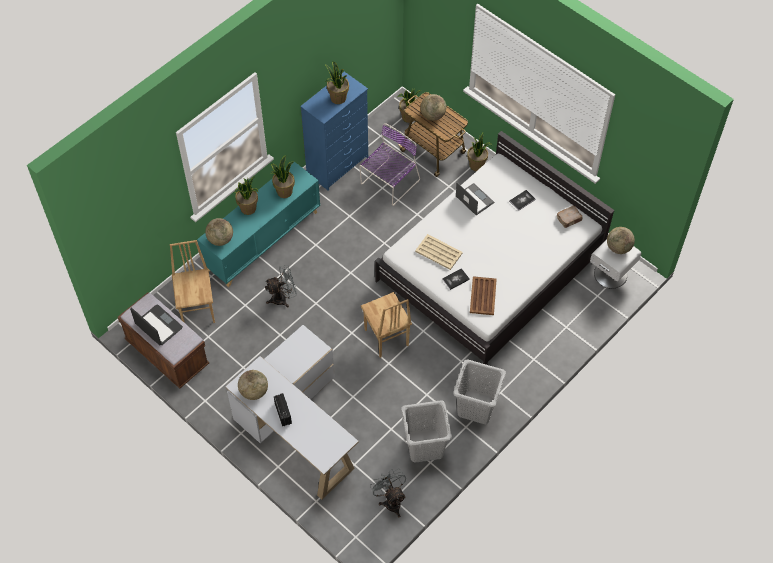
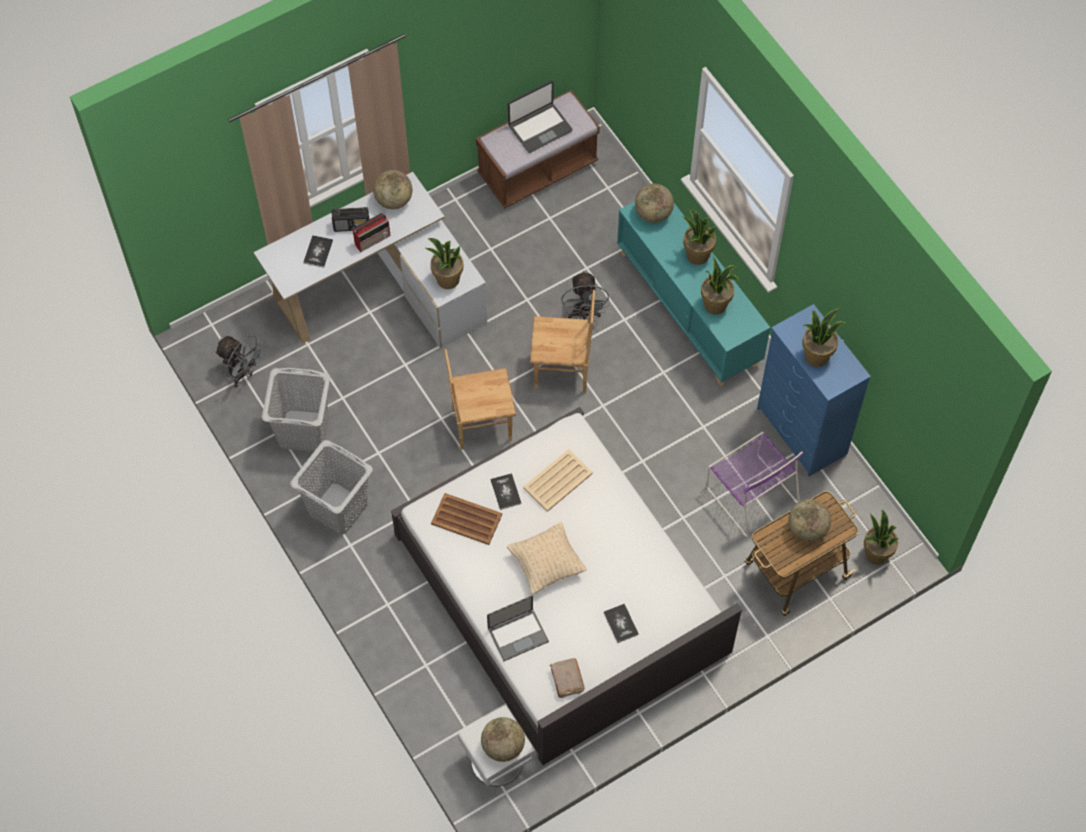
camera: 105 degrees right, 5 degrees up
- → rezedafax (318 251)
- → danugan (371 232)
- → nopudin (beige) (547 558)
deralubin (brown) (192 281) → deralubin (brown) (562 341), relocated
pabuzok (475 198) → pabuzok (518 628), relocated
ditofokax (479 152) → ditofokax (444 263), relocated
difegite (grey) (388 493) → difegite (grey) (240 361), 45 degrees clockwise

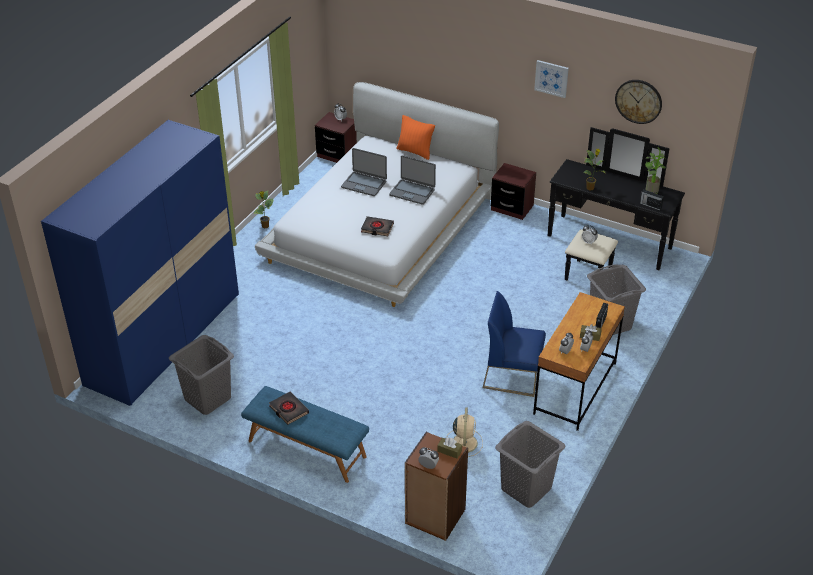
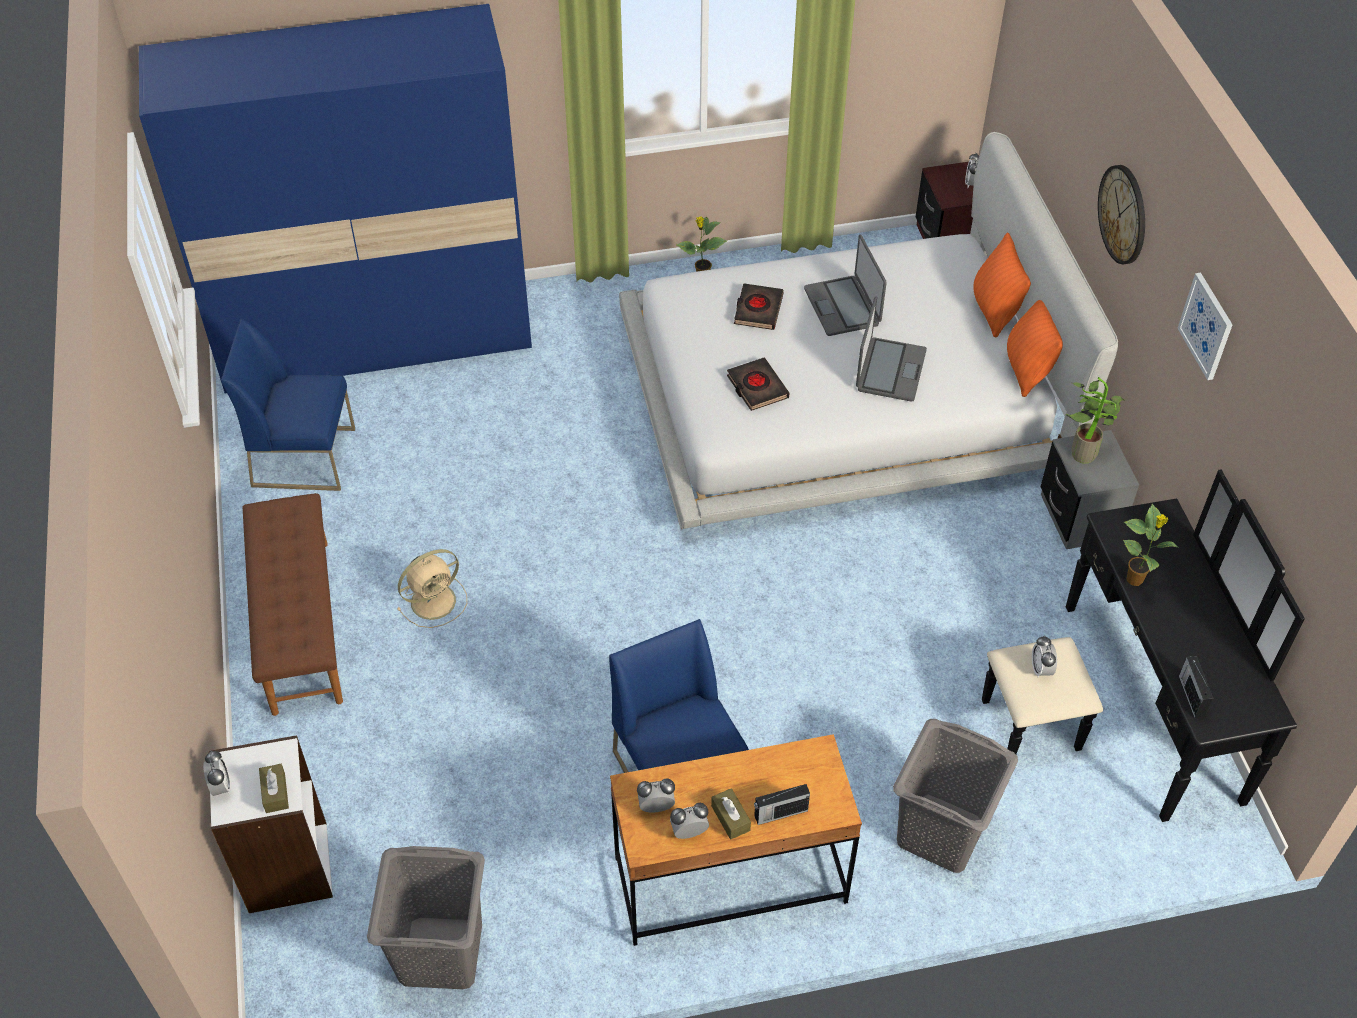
camera: 50 degrees right, 10 degrees up
- → nopudin (orange) (1035 348)
rezedafax (black) (289 408) → rezedafax (black) (759 306), relocated
difegite (beige) (464 432) → difegite (beige) (432 588), relocated
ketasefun (638 102) → ketasefun (1121 214), relocated
ditofokax (655 171) → ditofokax (1095 420), relocated
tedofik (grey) (201 375) → deralubin (blue) (288 405)
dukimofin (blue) (305 434) → dukimofin (brown) (293 604)
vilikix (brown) (436 486) → vilikix (white) (270 824)
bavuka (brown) (513 191) → bavuka (grey) (1090 489)
pabuzok (412 180) → pabuzok (891 349), 150 degrees counterclockwise

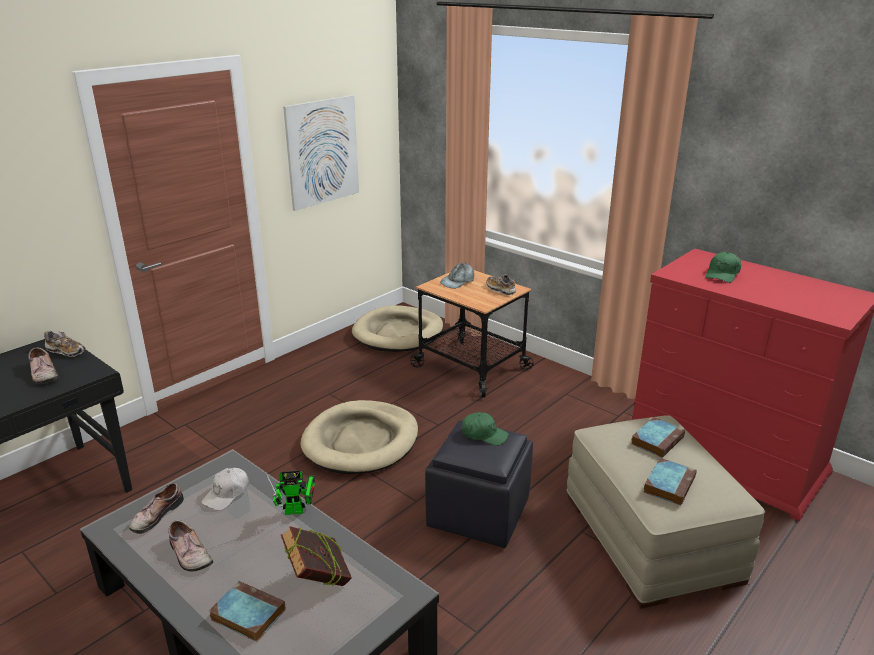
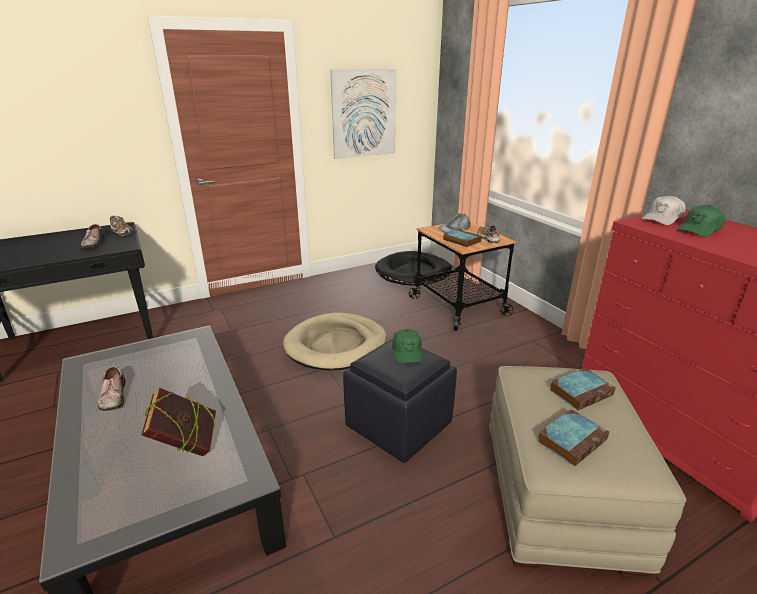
camera: 20 degrees right, 0 degrees up
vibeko (156 508) → -
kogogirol (290 493) → -
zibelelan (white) (225 489) → zibelelan (white) (664 210), relocated
rezedafax (247 611) → rezedafax (462 238), relocated
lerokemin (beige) (397 328) → lerokemin (black) (413 268)
zibelelan (green) (485 429) → zibelelan (green) (407 346), 45 degrees clockwise

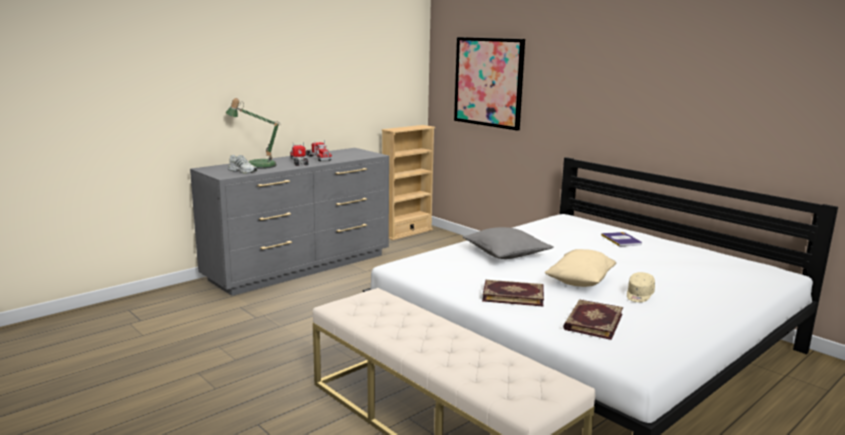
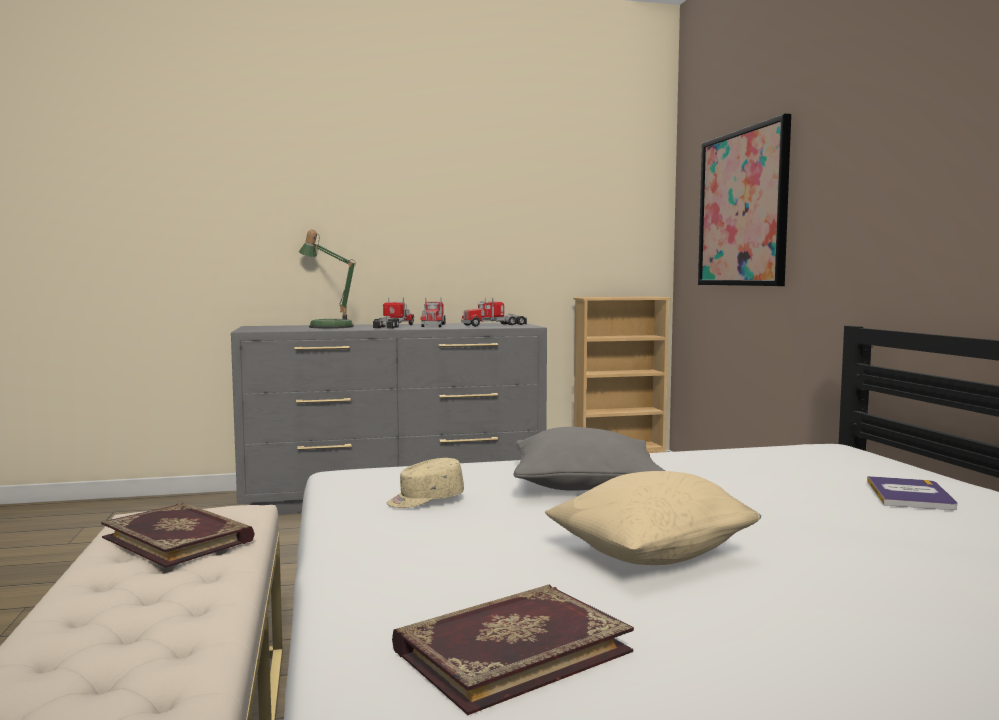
camera: 30 degrees right, 10 degrees down
vibeko (white) (242 164) → -
- → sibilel (494 312)
rezedafax (513 293) → rezedafax (178 535), relocated
zibelelan (beige) (641 287) → zibelelan (beige) (425 483), relocated

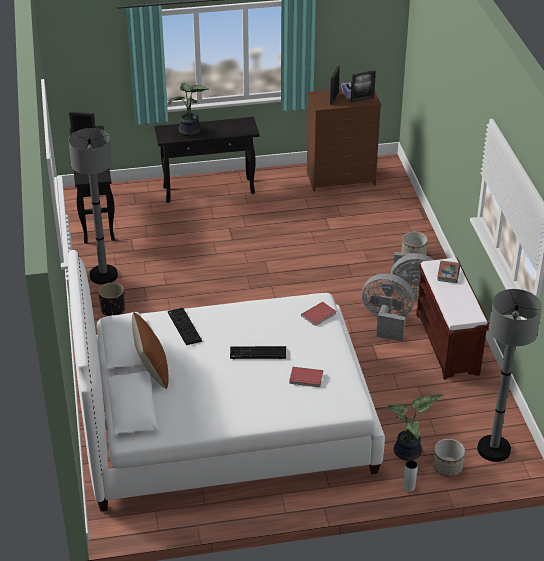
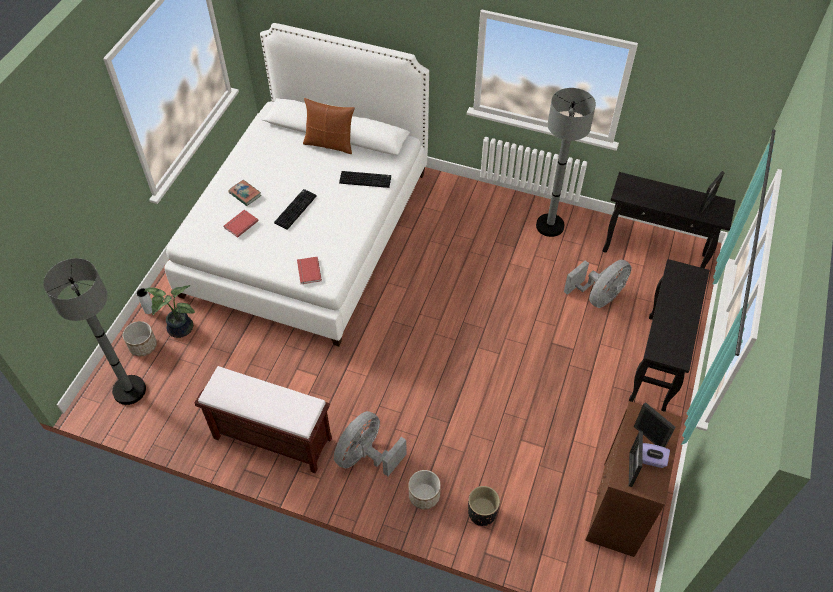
camera: 120 degrees right, 15 degrees up
ditofokax (188 109) → -
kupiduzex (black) (111 299) → kupiduzex (black) (484 506), relocated
difegite (grey) (388 307) → difegite (grey) (598 284), relocated
rezedafax (448 271) → rezedafax (244 193), relocated

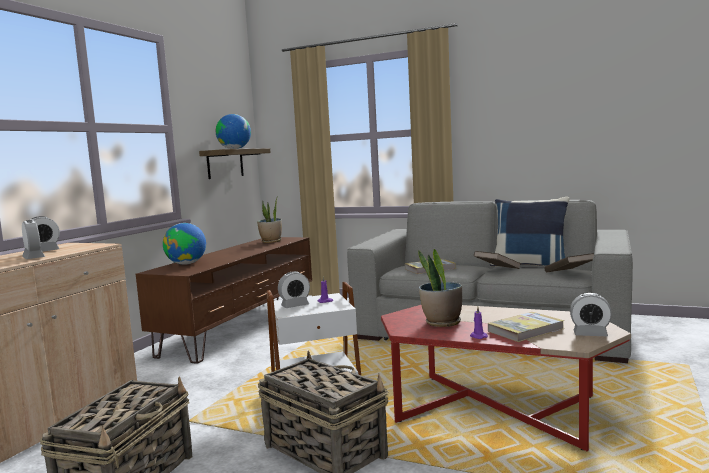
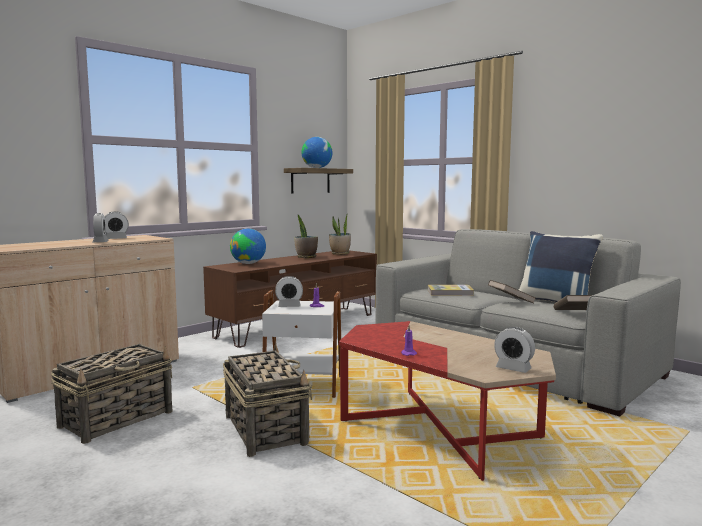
camera: 20 degrees right, 0 degrees up
rezedafax (526 327) → -
ditofokax (440 288) → ditofokax (306 236), relocated

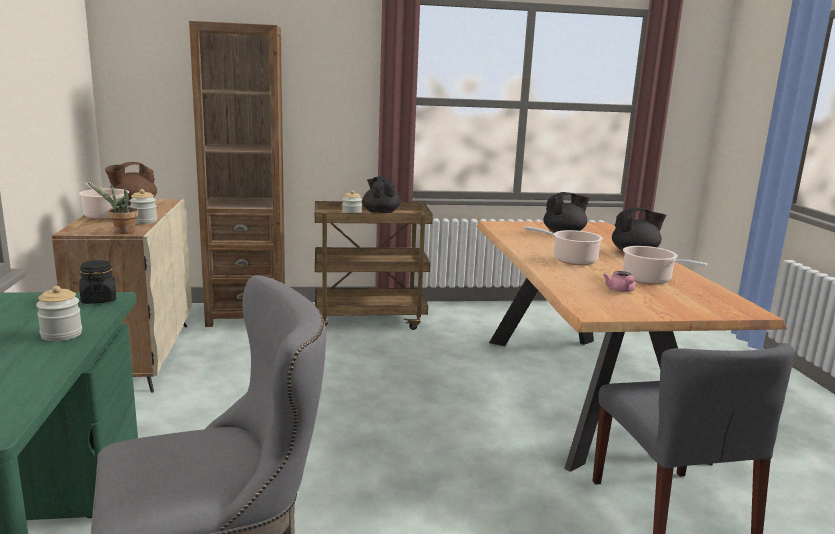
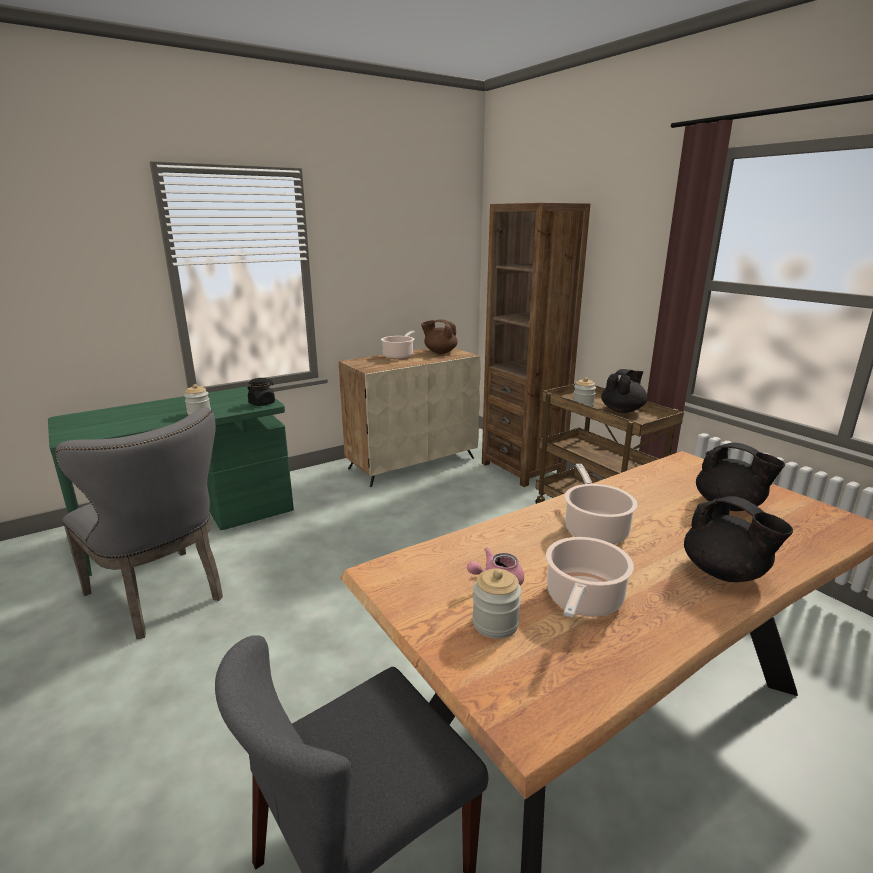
camera: 65 degrees right, 5 degrees up
ditofokax (112 208) → -
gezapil (143 206) → gezapil (496 603), relocated

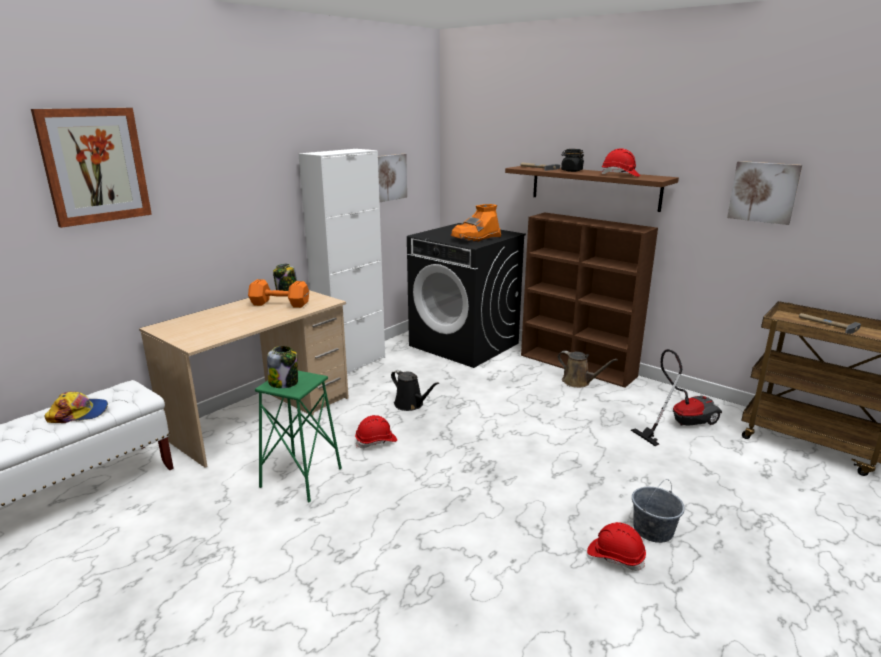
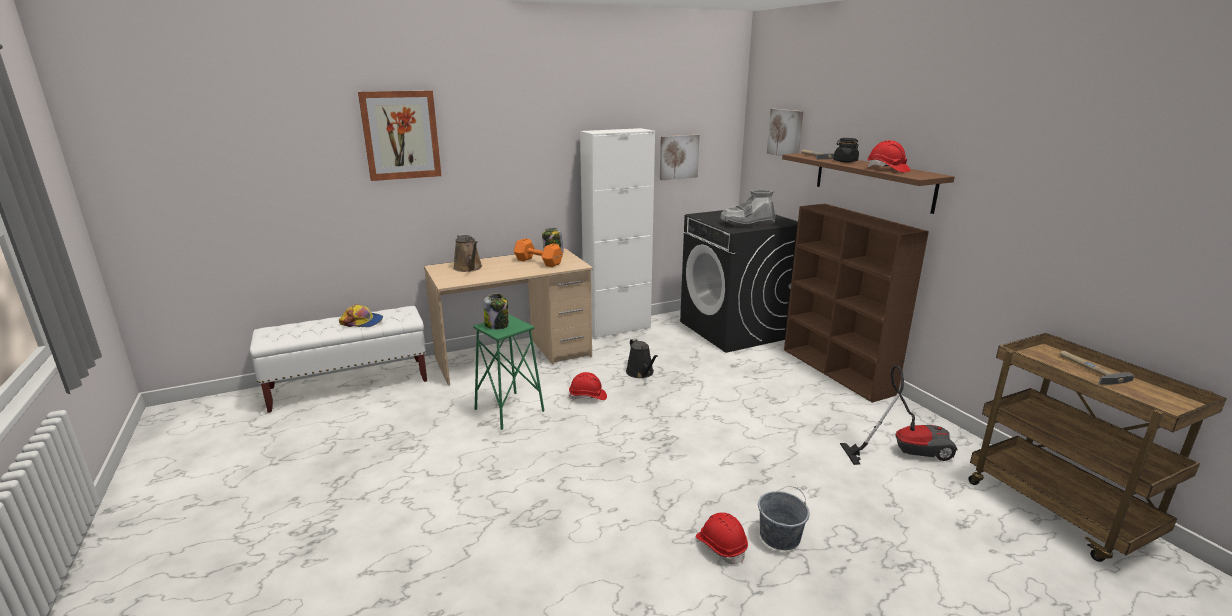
camera: 25 degrees right, 0 degrees up
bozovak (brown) (588 369) → bozovak (brown) (467 253), relocated
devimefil (764 193) → devimefil (785 132), relocated
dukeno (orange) (476 223) → dukeno (grey) (748 208)

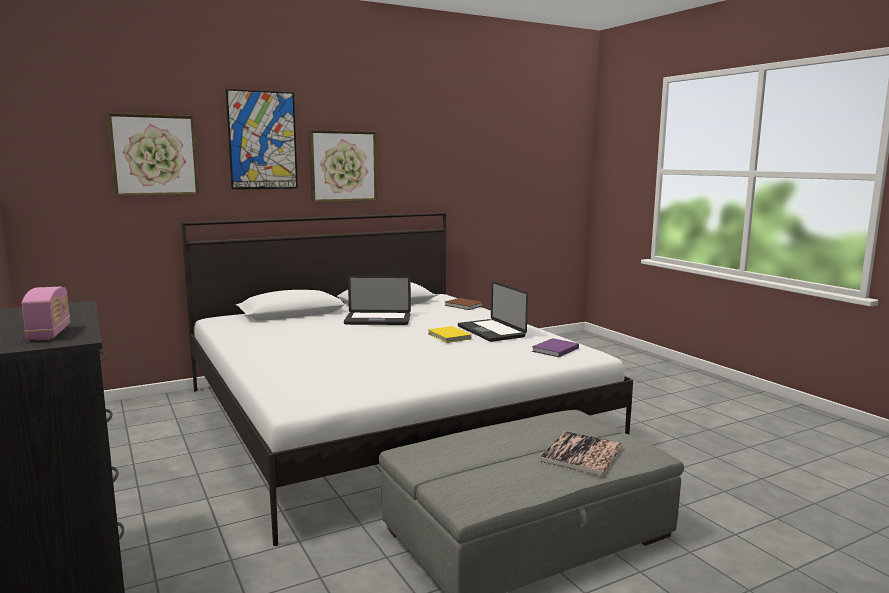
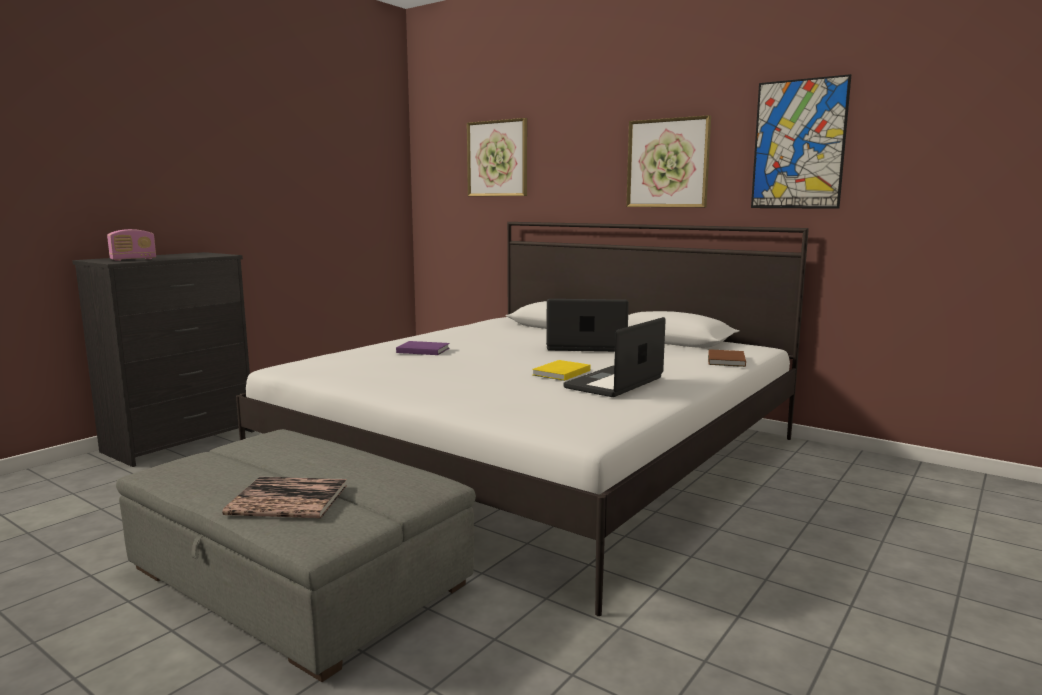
camera: 65 degrees right, 0 degrees up
devimefil (262 139) → devimefil (801 141), relocated
rezedafax (purple) (555 347) → rezedafax (purple) (423 348), relocated
pabuzok (377 300) → pabuzok (587 325), 120 degrees clockwise

